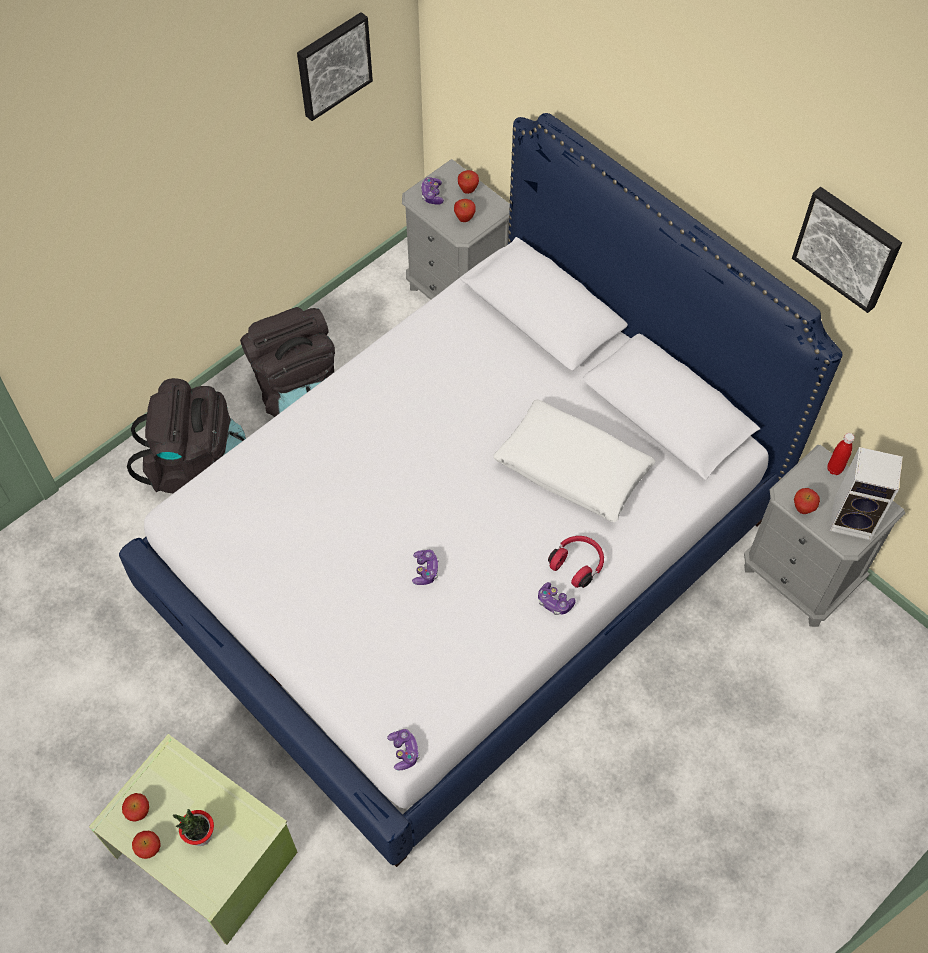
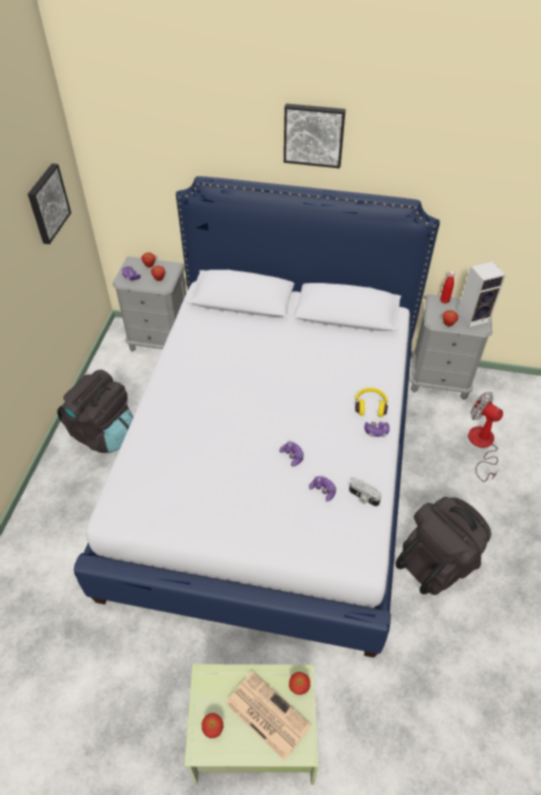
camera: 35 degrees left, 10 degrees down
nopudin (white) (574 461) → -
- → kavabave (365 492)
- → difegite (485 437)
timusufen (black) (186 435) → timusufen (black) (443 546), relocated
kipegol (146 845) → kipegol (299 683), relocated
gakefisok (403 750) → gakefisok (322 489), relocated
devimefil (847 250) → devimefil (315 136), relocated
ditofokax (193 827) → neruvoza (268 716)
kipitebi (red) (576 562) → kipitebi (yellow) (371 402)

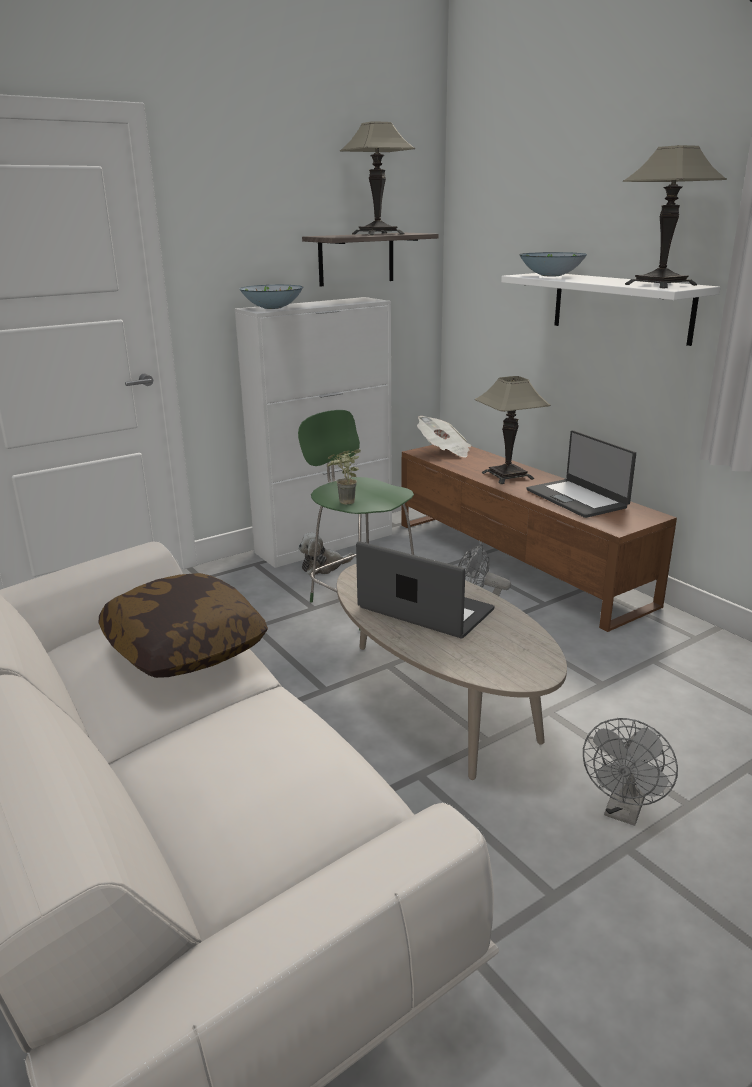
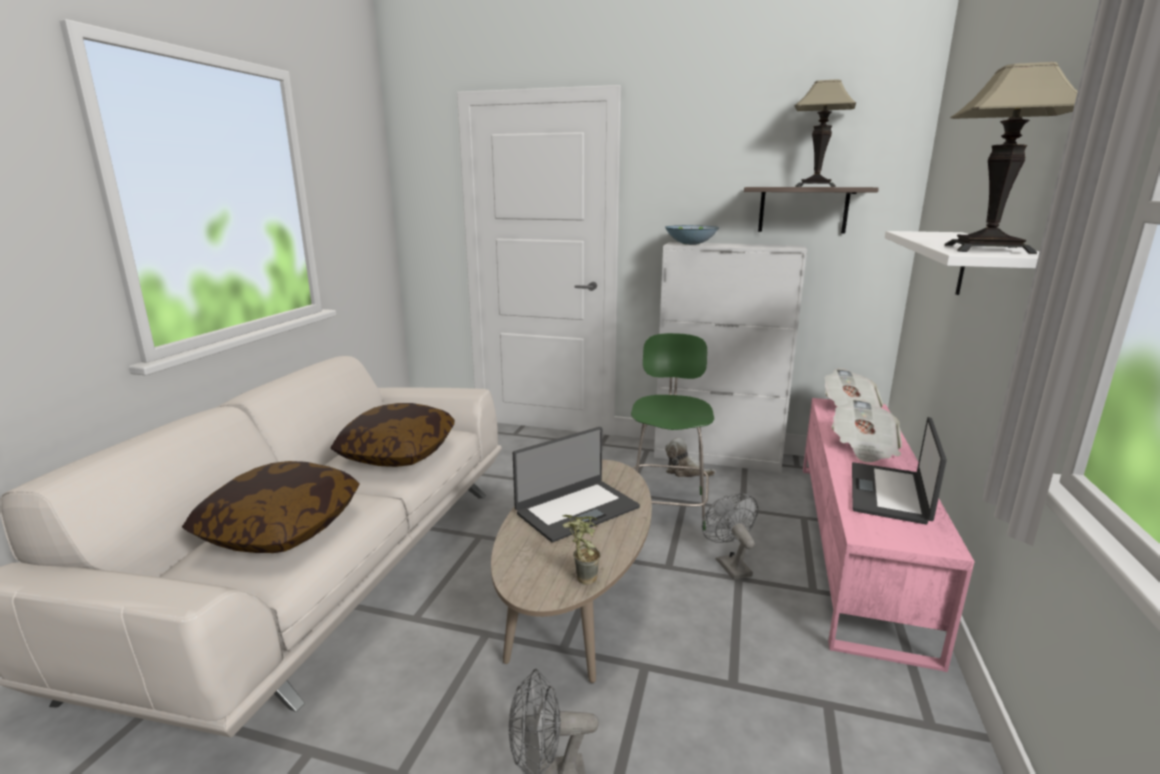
camera: 50 degrees right, 5 degrees down
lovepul (553 264) → -
- → nopudin (271 507)
ditofokax (344 477) → ditofokax (581 550), relocated
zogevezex (513 430) → neruvoza (867 430)
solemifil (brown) (539 538) → solemifil (pink) (889 535)
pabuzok (425 589) → pabuzok (576 484), 60 degrees clockwise

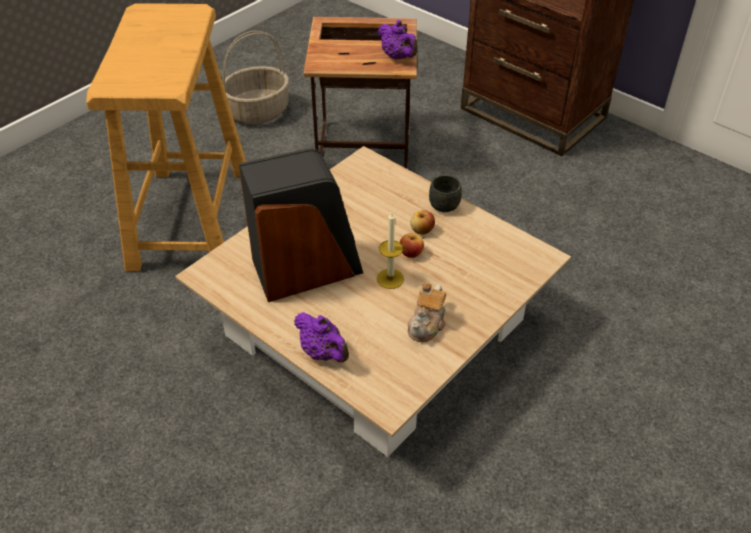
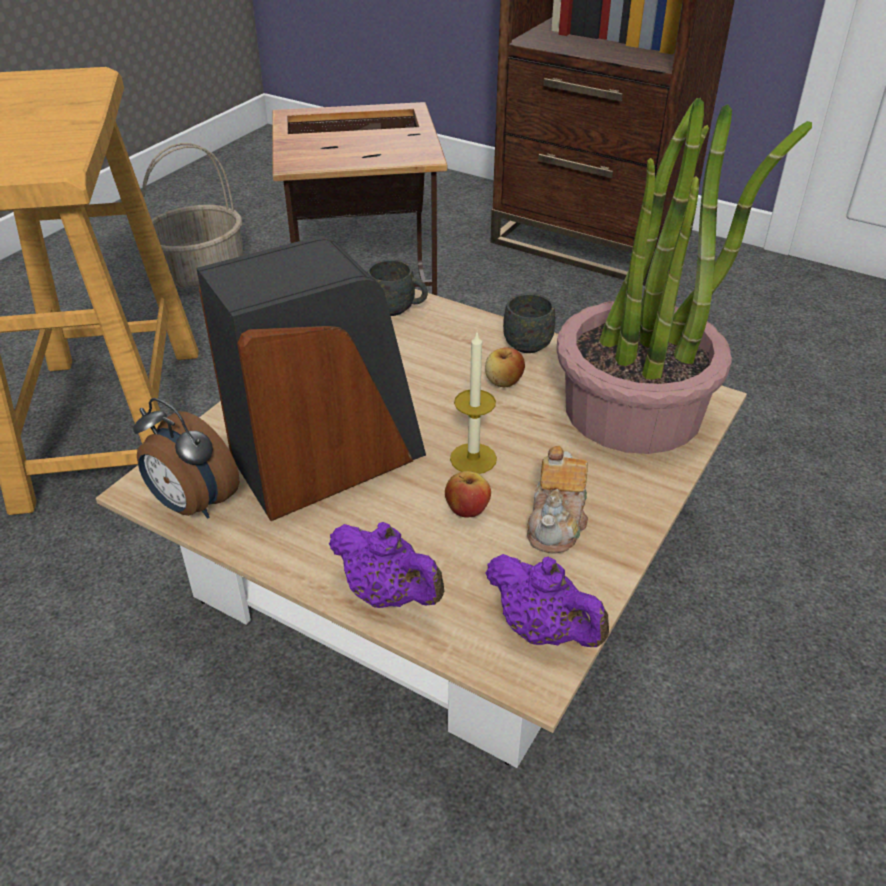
camera: 10 degrees left, 5 degrees down
- → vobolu (186 458)
- → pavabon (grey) (397 287)
- → ditofokax (684 276)
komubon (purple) (398 40) → komubon (purple) (547 600), relocated
kipegol (412 245) → kipegol (468 494), relocated

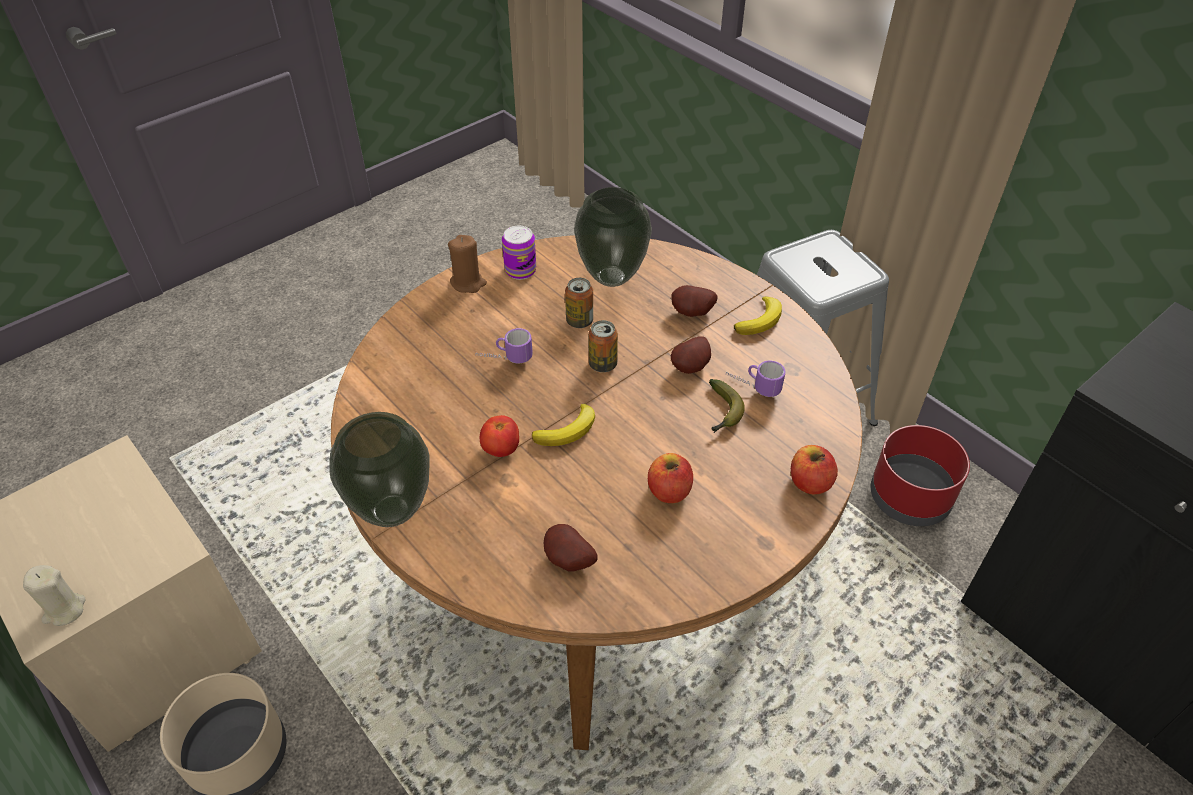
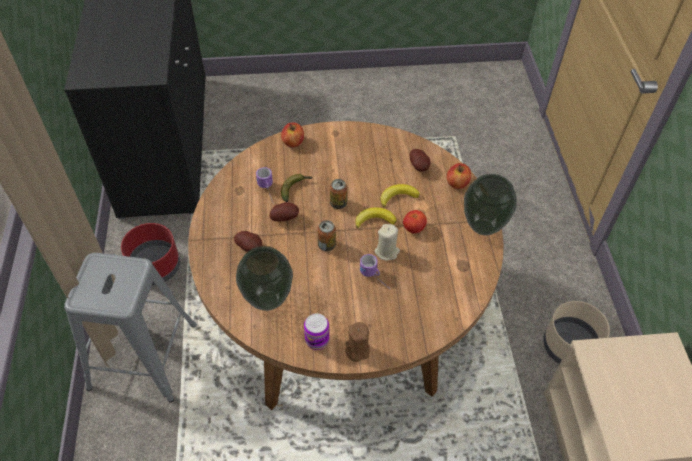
camera: 145 degrees left, 5 degrees up
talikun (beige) (54 595) → talikun (beige) (387 242), relocated
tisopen (579 303) → tisopen (338 194), relocated
kipegol (670 478) → kipegol (459 176), relocated
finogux (758 315) → finogux (400 196), relocated

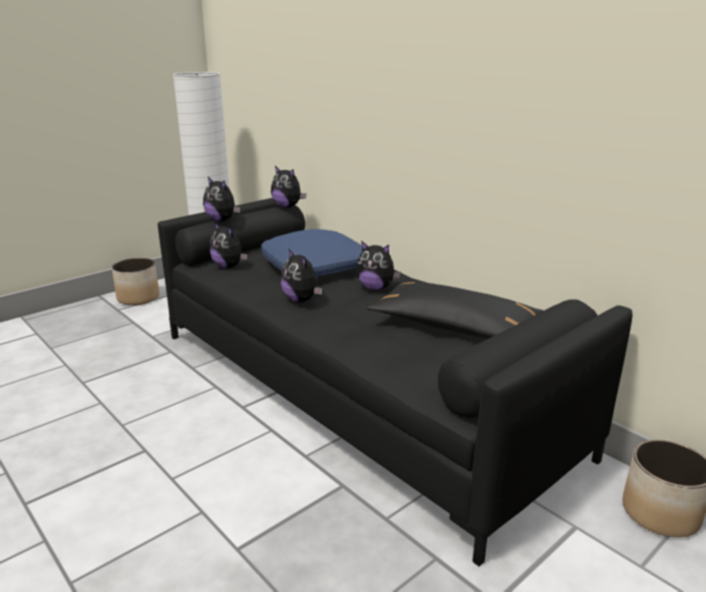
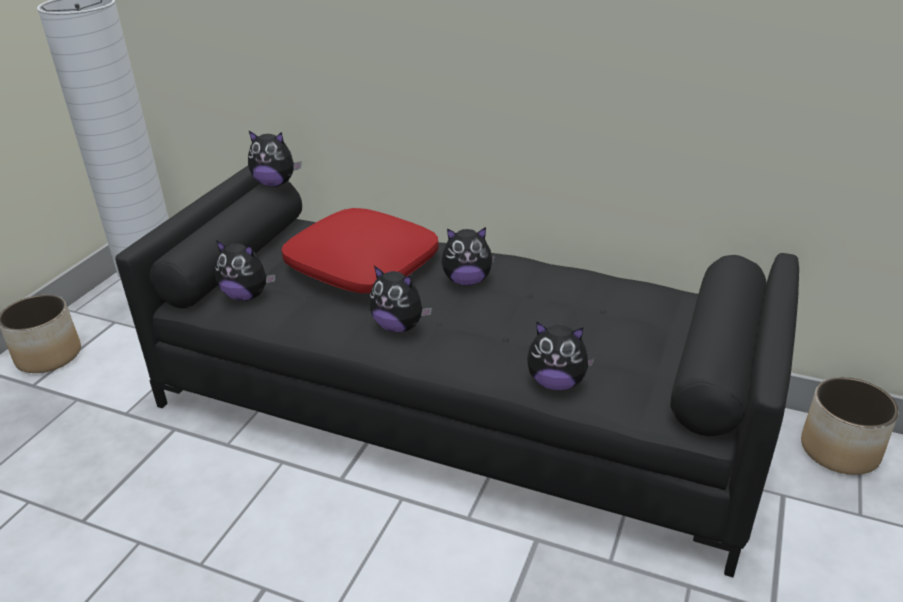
camera: 25 degrees left, 10 degrees up
nopudin (black) (455 310) → -
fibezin (221 199) → fibezin (561 355), relocated
nopudin (blue) (311 252) → nopudin (red) (360 251)

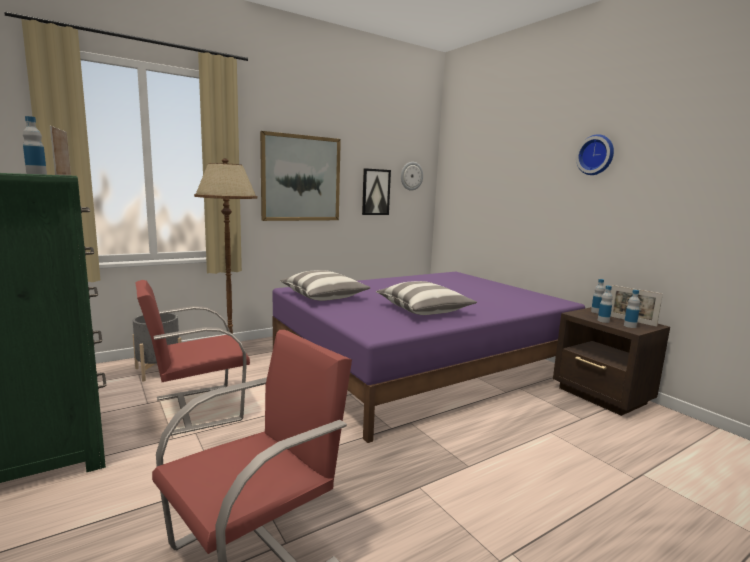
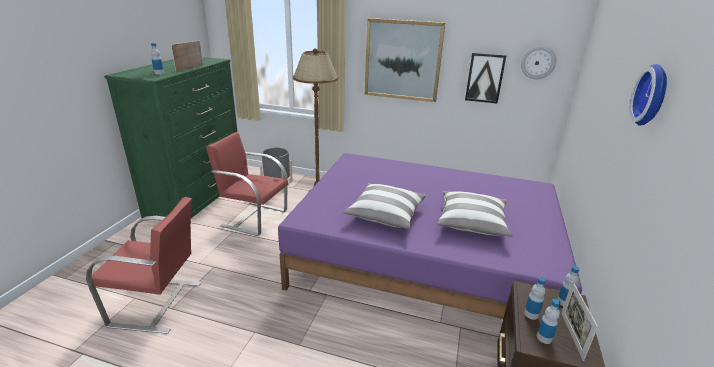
camera: 50 degrees right, 15 degrees up
nopudin (325 285) → nopudin (475 214), relocated

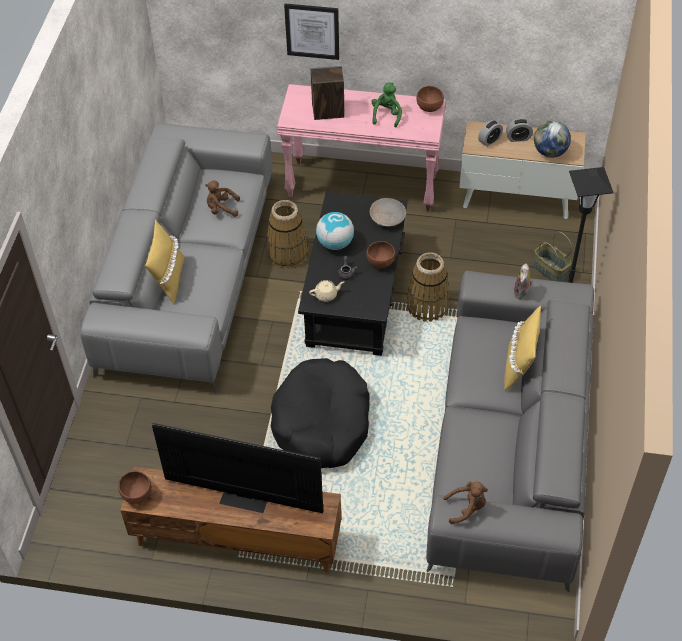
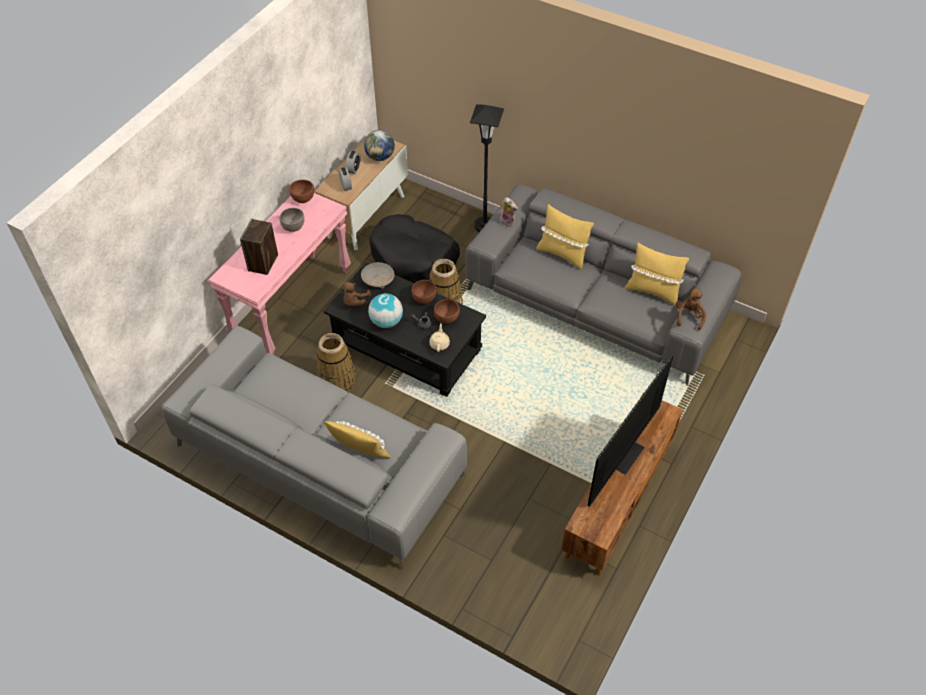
camera: 70 degrees left, 0 degrees up
devimefil (311 31) → -
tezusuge (552 257) → -
- → nopudin (yellow) (657 274)
lovepul (brown) (135 487) → lovepul (brown) (447 311), relocated
fibezin (brown) (222 198) → fibezin (brown) (356 294), relocated
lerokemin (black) (320 413) → lerokemin (black) (414 248), relocated
fibezin (green) (387 104) → lovepul (grey) (292 220)

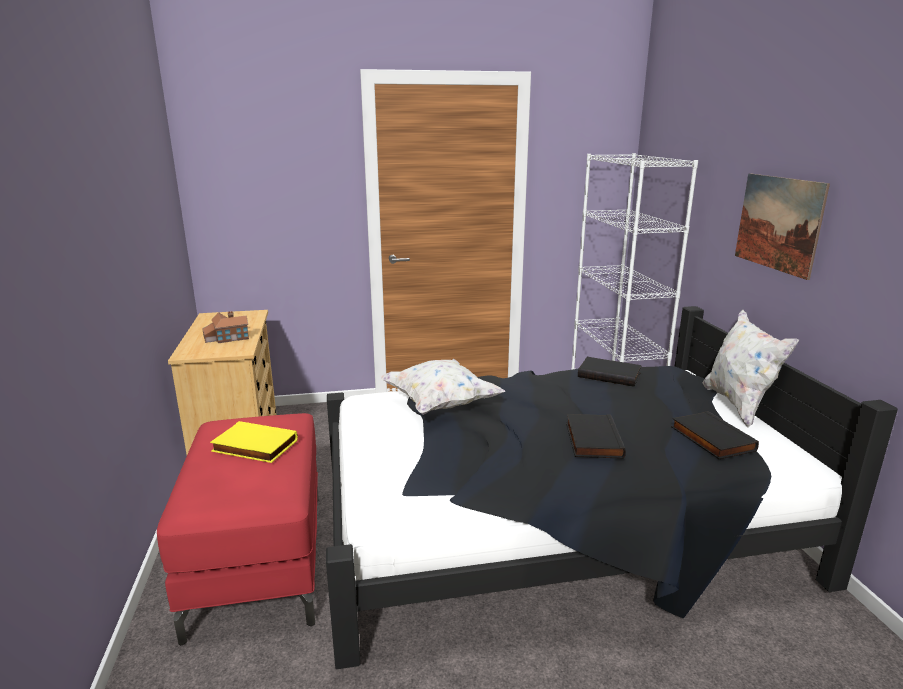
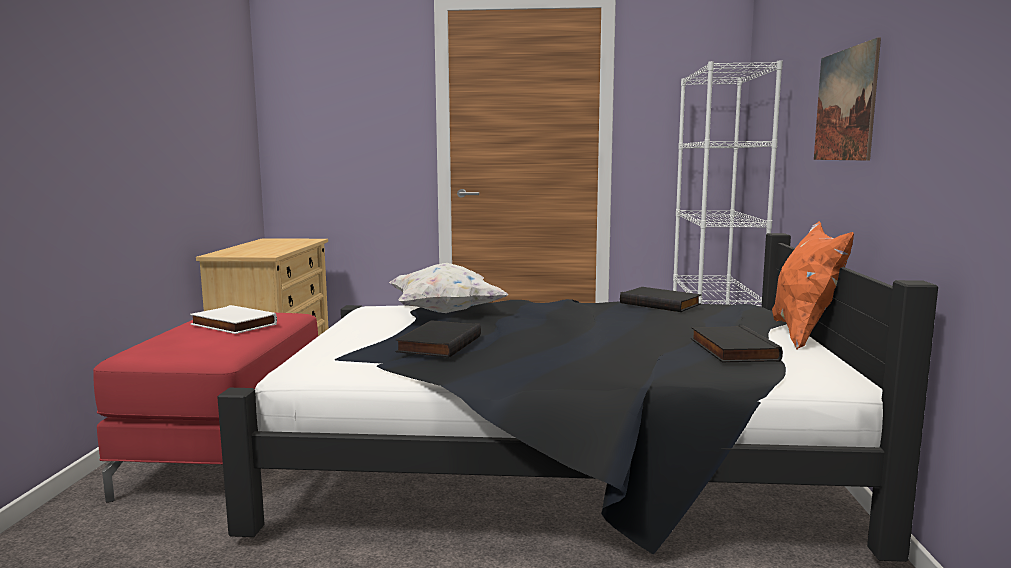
camera: 15 degrees right, 10 degrees down
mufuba (226 327) → -
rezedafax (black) (596 436) → rezedafax (black) (438 339), relocated
rezedafax (yellow) (254 442) → rezedafax (white) (233 319)
nopudin (white) (751 369) → nopudin (orange) (813 285)

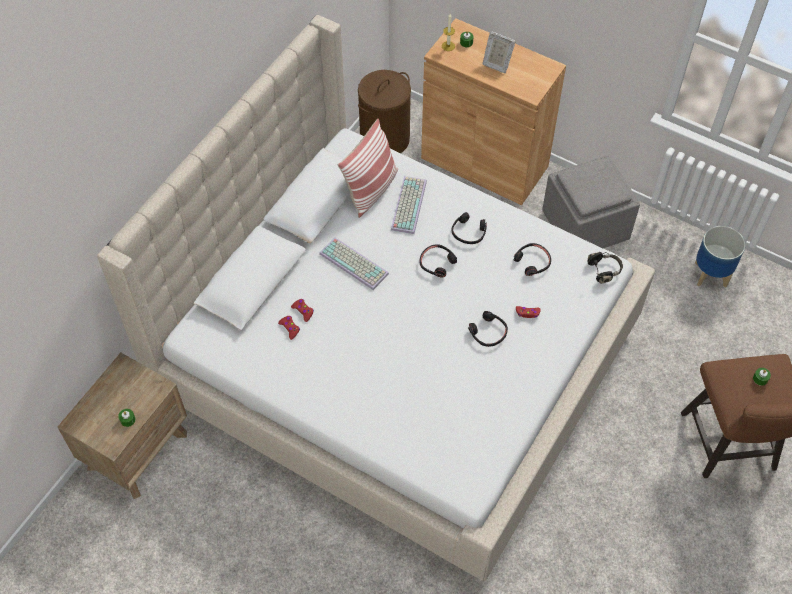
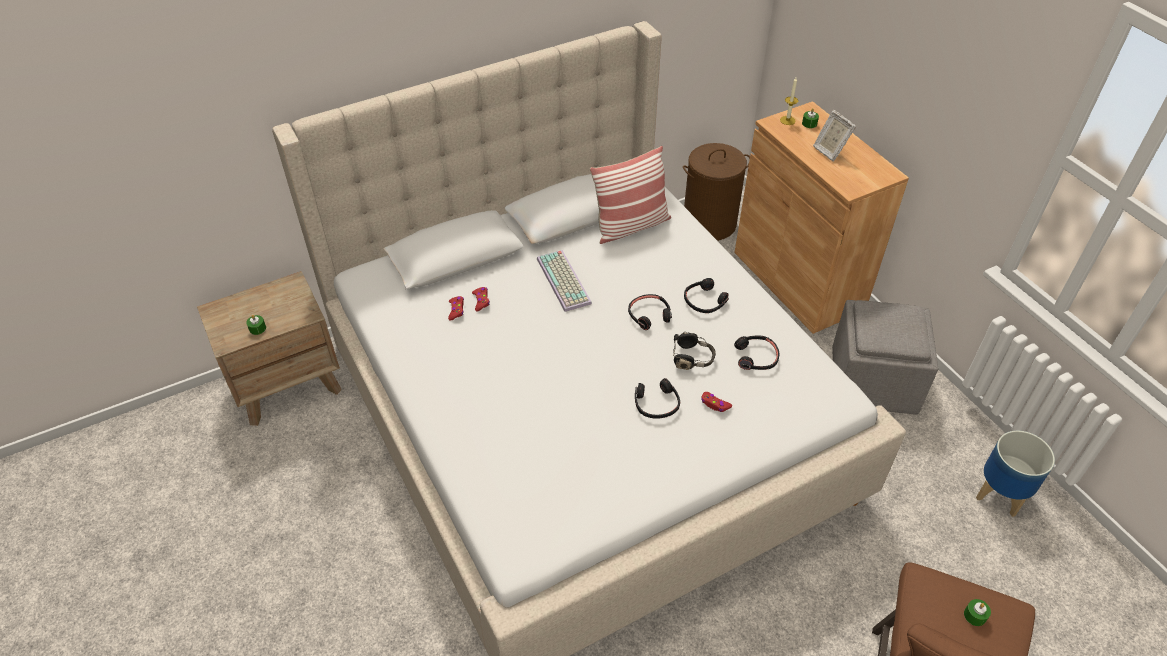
camera: 30 degrees right, 10 degrees down
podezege (409 205) → -
kipitebi (black) (605 268) → kipitebi (black) (694 351), relocated

